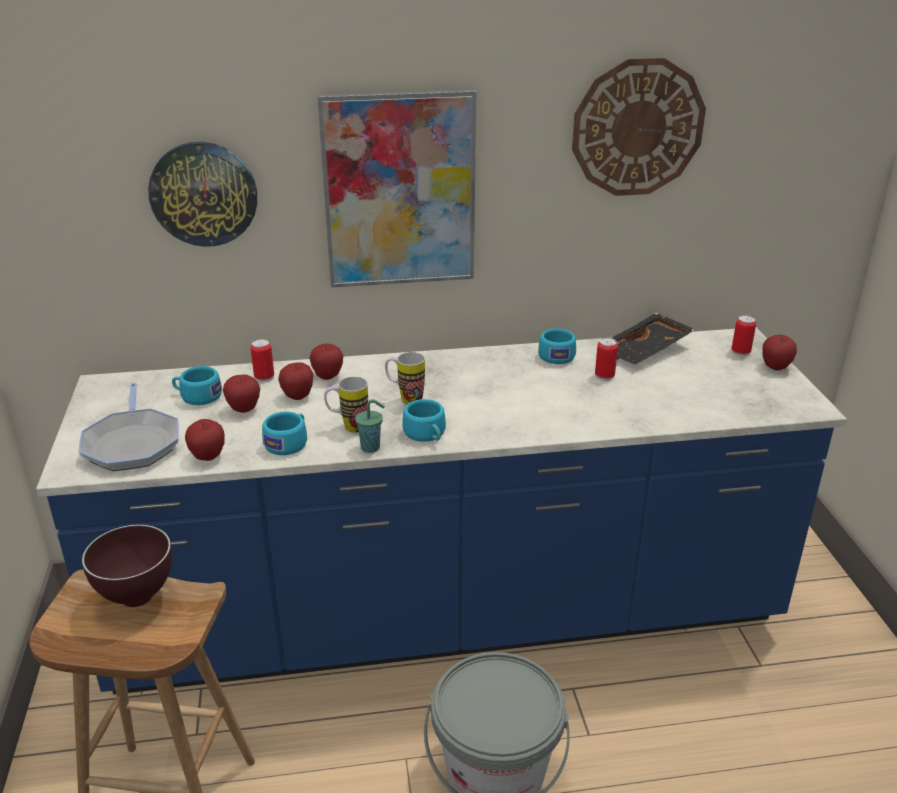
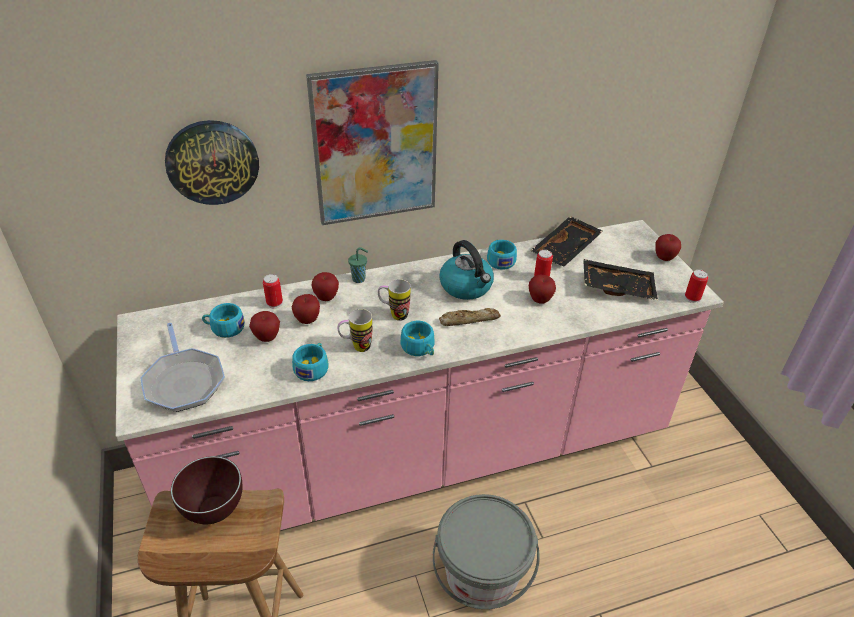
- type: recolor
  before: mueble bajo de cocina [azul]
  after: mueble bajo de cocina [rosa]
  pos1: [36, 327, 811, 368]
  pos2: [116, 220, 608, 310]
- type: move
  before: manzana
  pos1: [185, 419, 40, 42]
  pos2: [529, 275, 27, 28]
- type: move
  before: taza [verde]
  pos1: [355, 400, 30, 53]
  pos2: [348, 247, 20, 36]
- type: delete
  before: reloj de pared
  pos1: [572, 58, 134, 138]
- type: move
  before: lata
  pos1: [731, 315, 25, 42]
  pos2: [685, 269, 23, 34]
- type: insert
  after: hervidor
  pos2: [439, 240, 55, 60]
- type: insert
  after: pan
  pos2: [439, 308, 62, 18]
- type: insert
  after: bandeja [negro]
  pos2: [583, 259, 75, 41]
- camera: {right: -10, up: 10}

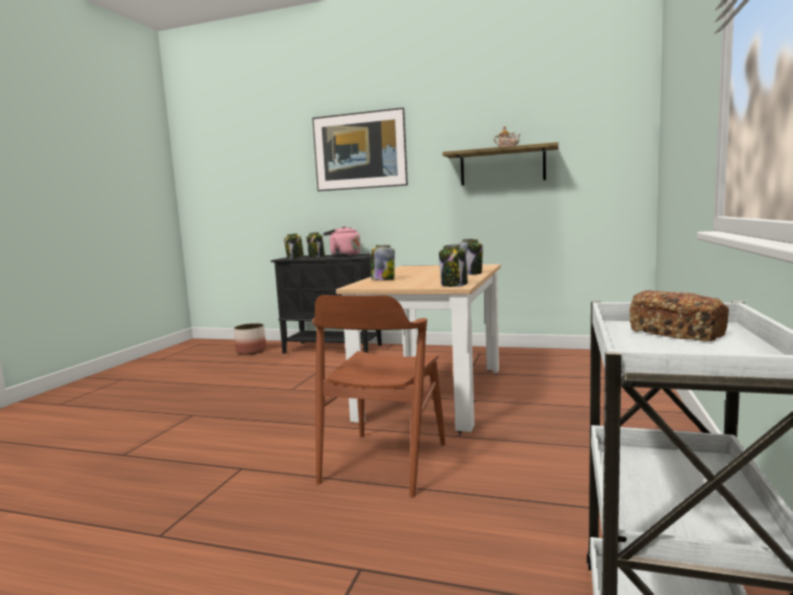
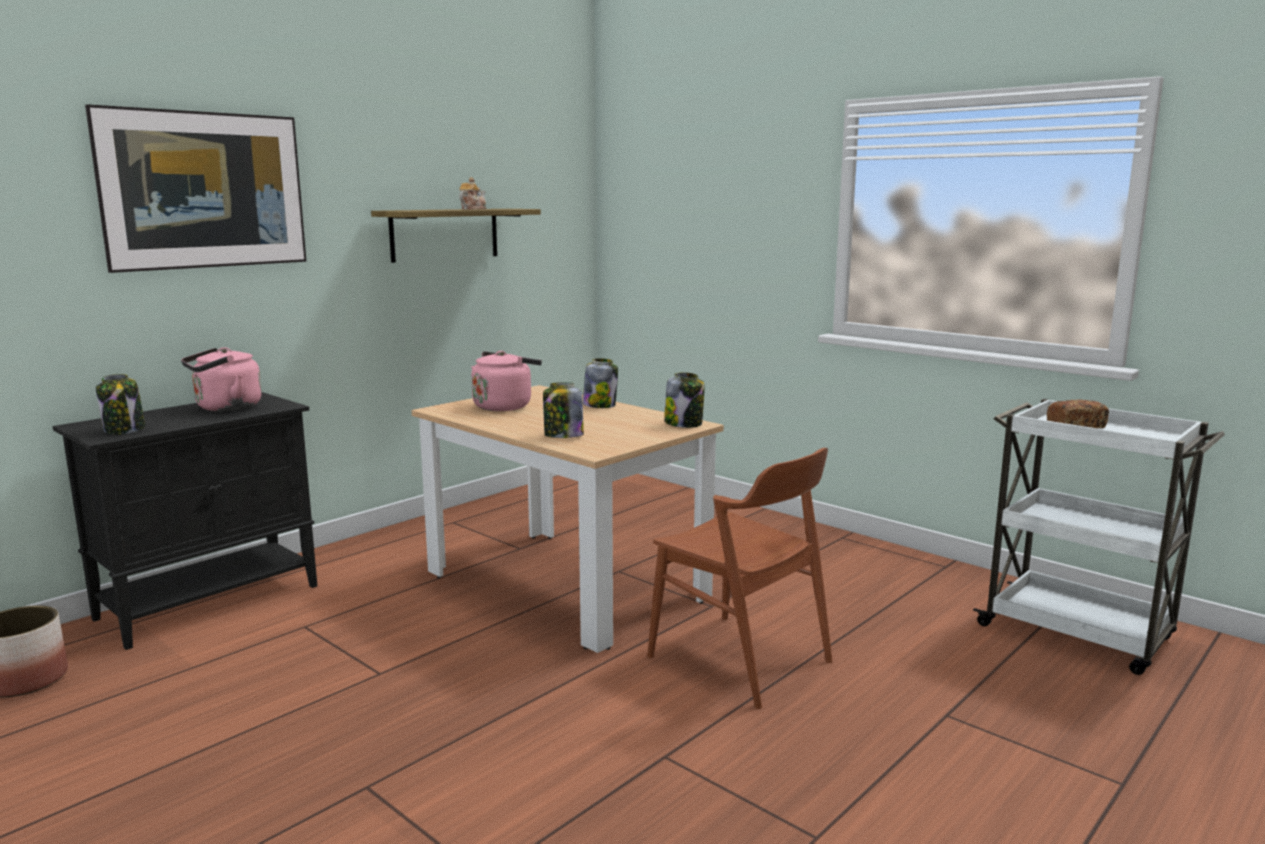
- type: delete
  before: tarro
  pos1: [307, 232, 18, 25]
- type: insert
  after: hervidor [rosa]
  pos2: [471, 351, 71, 60]
- camera: {right: -65, up: 5}

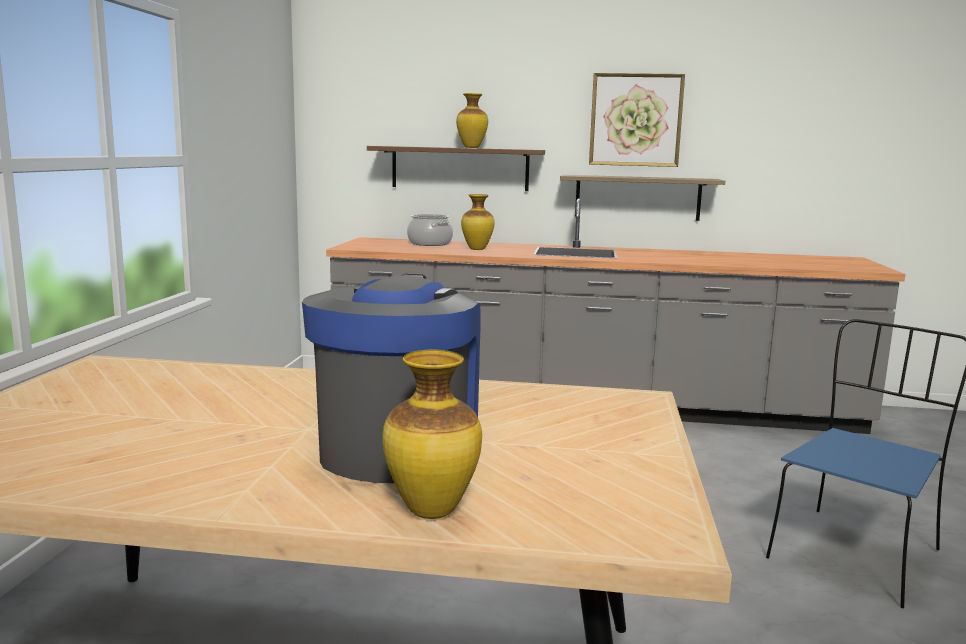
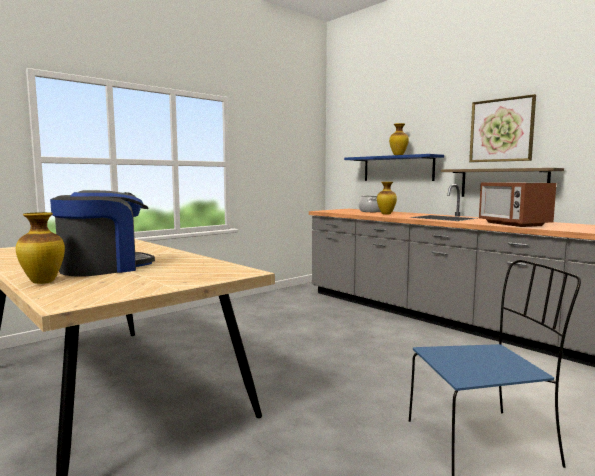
- type: recolor
  before: estante [marrón]
  after: estante [azul]
  pos1: [367, 146, 178, 45]
  pos2: [344, 154, 100, 27]
- type: insert
  after: microondas
  pos2: [479, 182, 77, 45]
- camera: {right: 40, up: -5}

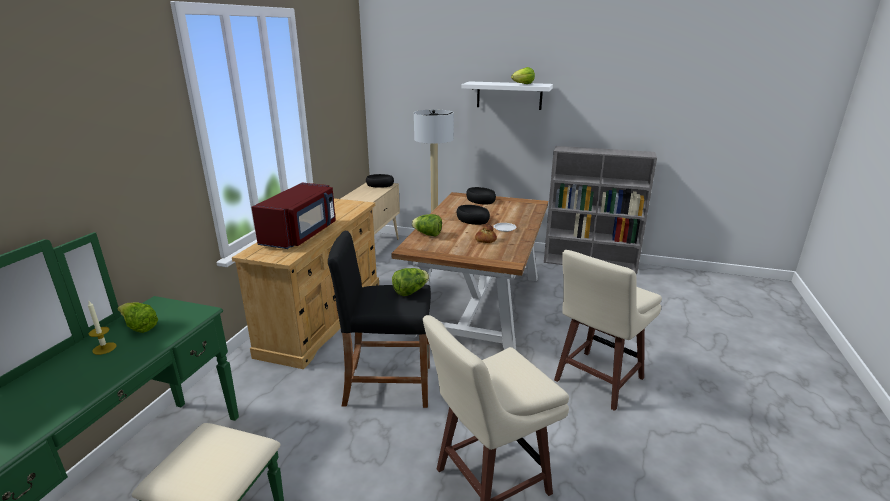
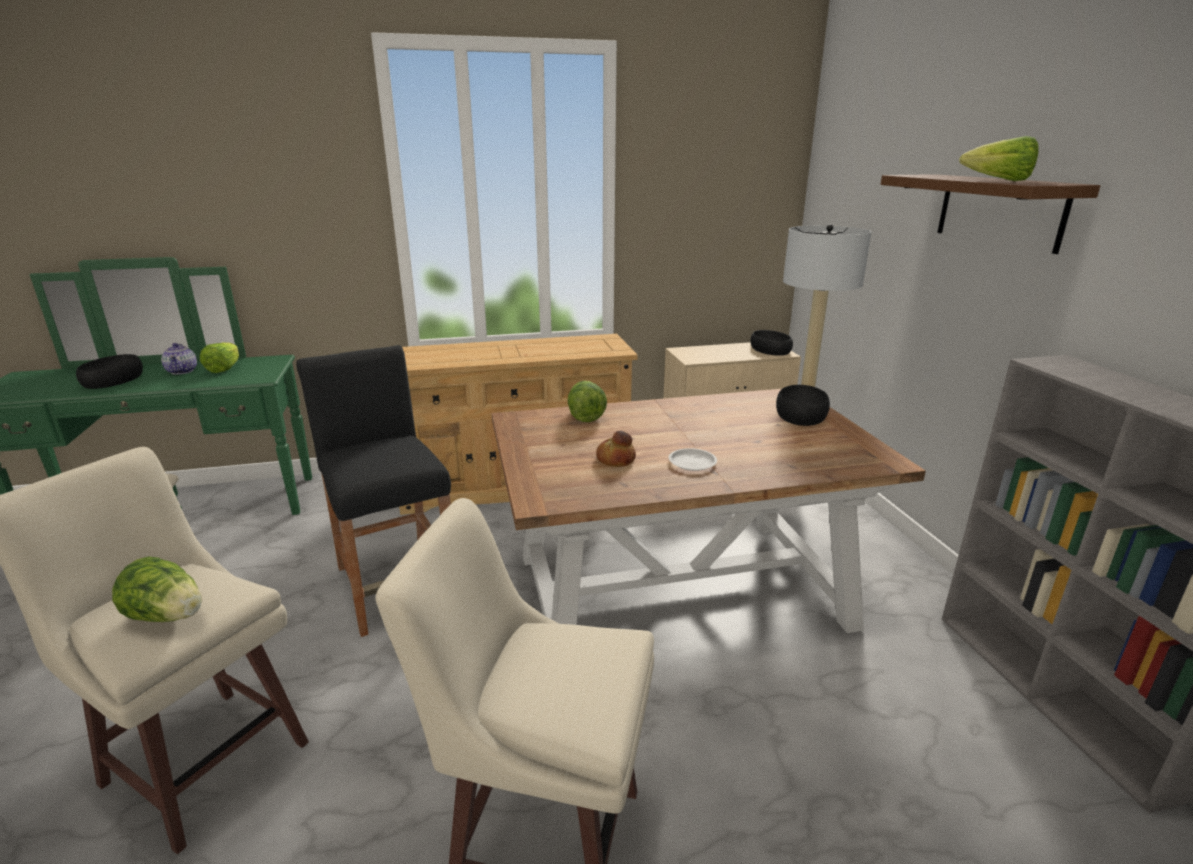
- type: replace
  before: vela
  after: tetera
  pos1: [88, 301, 29, 54]
  pos2: [161, 343, 36, 32]
- type: delete
  before: microondas [rojo]
  pos1: [252, 183, 84, 66]
- type: move
  before: lechuga
  pos1: [392, 268, 37, 28]
  pos2: [112, 556, 90, 66]
- type: move
  before: cuenco [negro]
  pos1: [457, 205, 33, 20]
  pos2: [76, 354, 67, 35]
- type: recolor
  before: estante [blanco]
  after: estante [marrón]
  pos1: [461, 81, 92, 29]
  pos2: [880, 174, 221, 80]
- camera: {right: 60, up: 0}

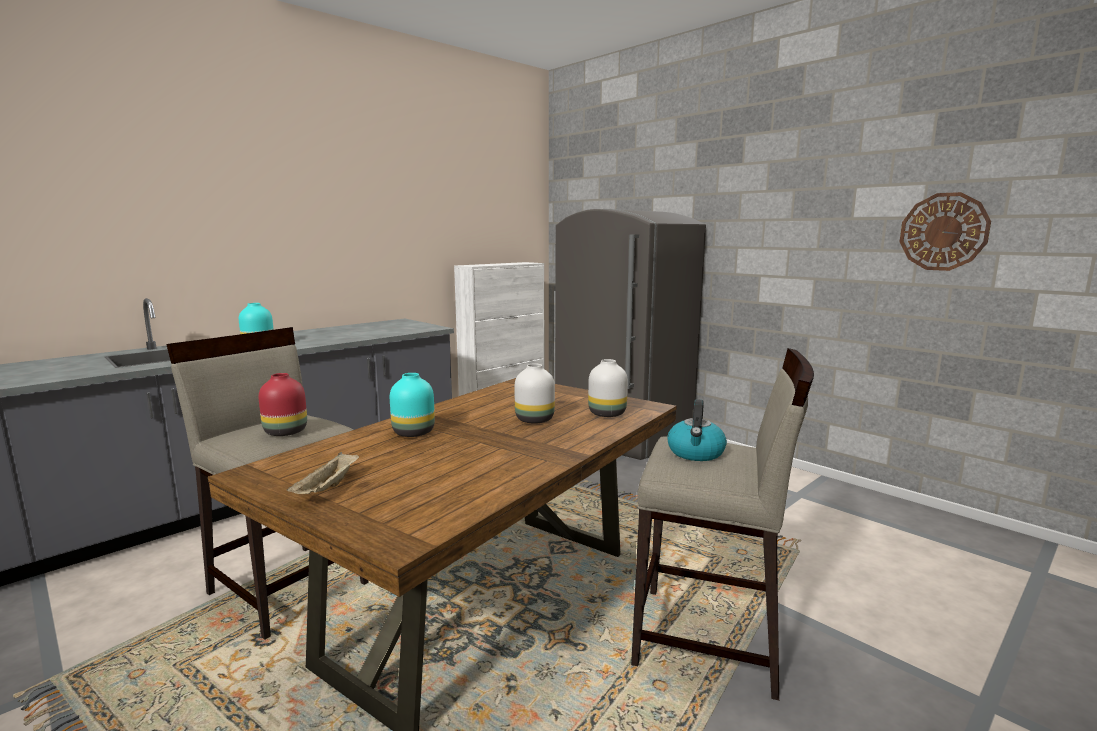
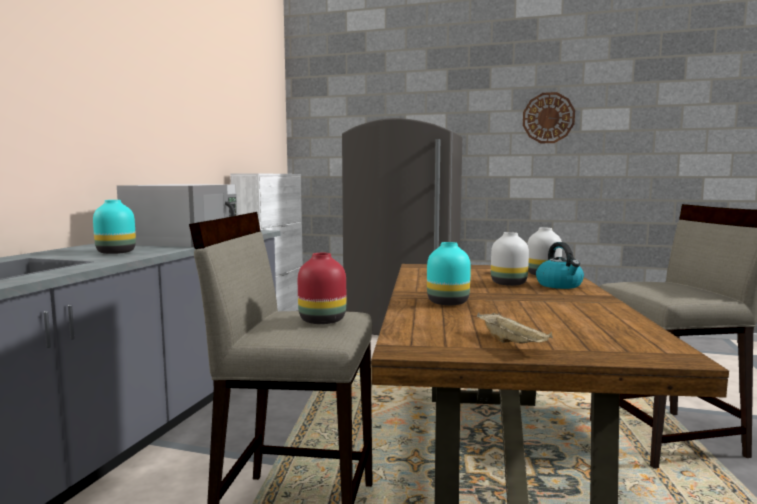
- type: move
  before: hervidor
  pos1: [667, 399, 60, 62]
  pos2: [536, 242, 48, 47]
- type: move
  before: reloj de pared
  pos1: [900, 192, 91, 79]
  pos2: [523, 92, 52, 51]
- type: insert
  after: microondas [blanco]
  pos2: [117, 184, 120, 63]
- camera: {right: -30, up: -5}

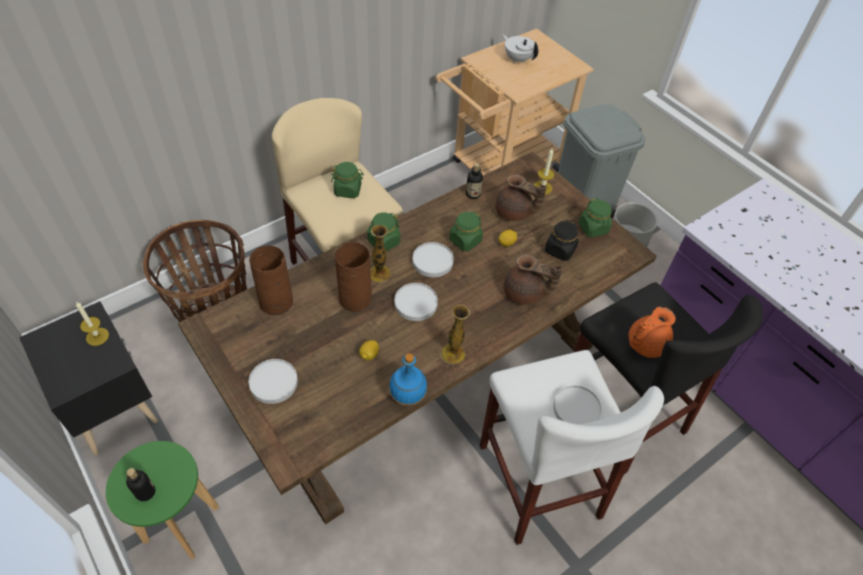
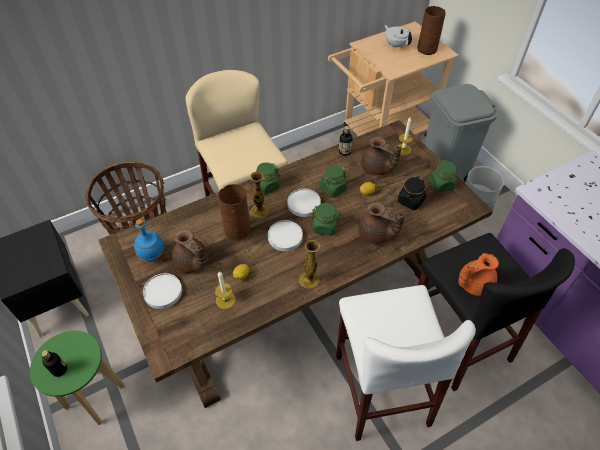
- type: move
  before: vela
  pos1: [76, 302, 33, 44]
  pos2: [215, 271, 21, 38]
- type: move
  before: florero [marrón]
  pos1: [249, 245, 44, 70]
  pos2: [417, 6, 29, 49]
- type: move
  before: tarro [verde]
  pos1: [331, 162, 33, 36]
  pos2: [310, 203, 32, 33]
- type: move
  before: botella [azul]
  pos1: [389, 353, 38, 53]
  pos2: [134, 219, 30, 42]
- type: delete
  before: plato [blanco]
  pos1: [553, 385, 49, 39]
- type: insert
  after: tetera [marrón]
  pos2: [172, 230, 36, 43]
- camera: {right: 10, up: 0}

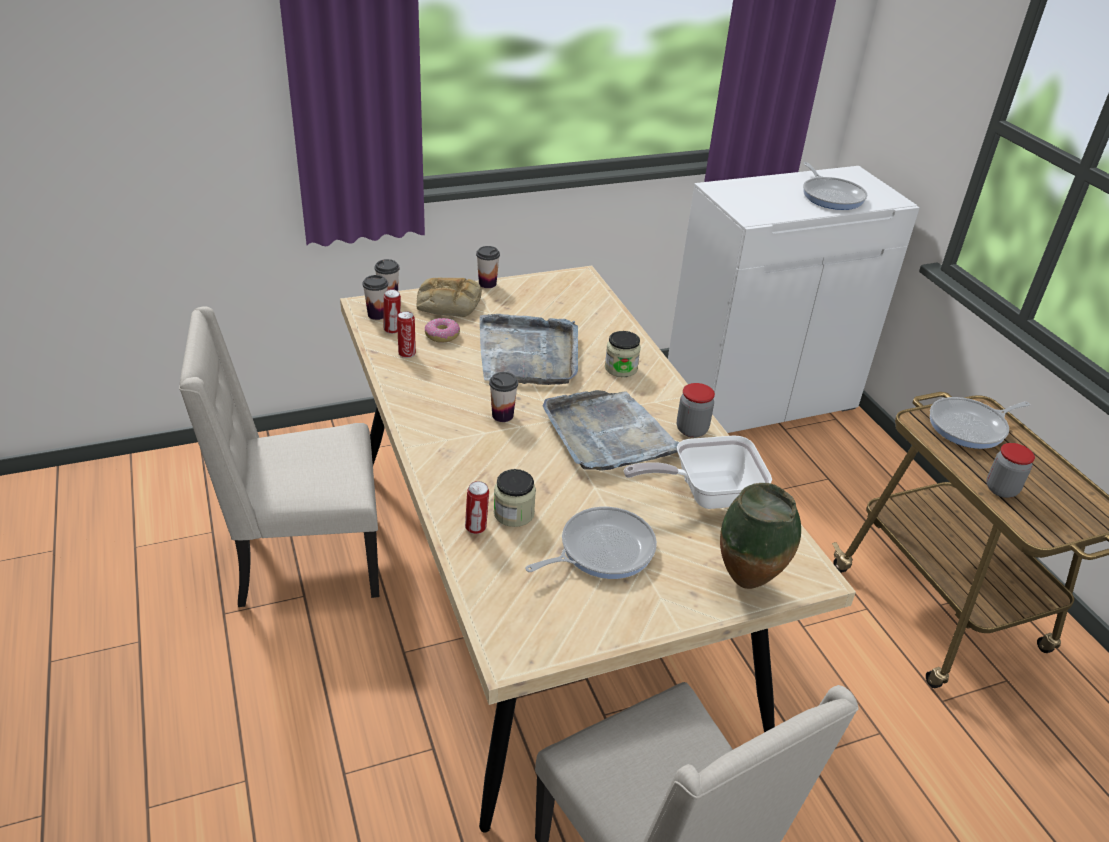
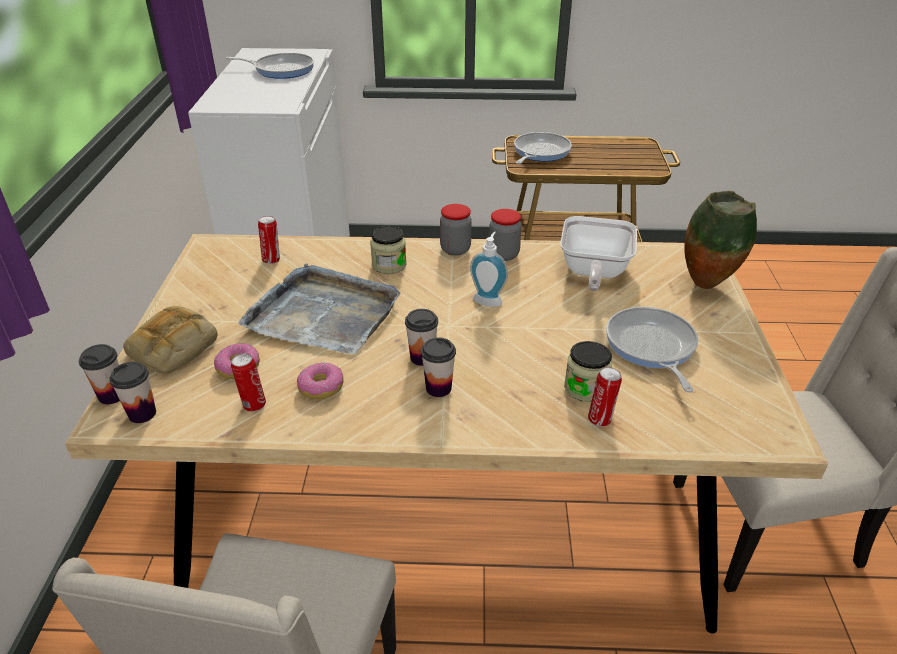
- type: move
  before: lata
  pos1: [384, 289, 17, 45]
  pos2: [258, 216, 22, 48]
- type: move
  before: taza
  pos1: [476, 246, 24, 42]
  pos2: [421, 338, 35, 59]
- type: replace
  before: bandeja [gris]
  after: dispensador de jabón
  pos1: [543, 390, 136, 81]
  pos2: [470, 232, 38, 75]
- type: rotate
  before: sartén
  pos1: [930, 397, 100, 52]
  pos2: [514, 132, 58, 32]
  turn: -150
- type: move
  before: tarro
  pos1: [986, 443, 49, 55]
  pos2: [440, 204, 32, 52]
- type: insert
  after: rosquilla
  pos2: [297, 362, 46, 37]
- camera: {right: -65, up: 0}

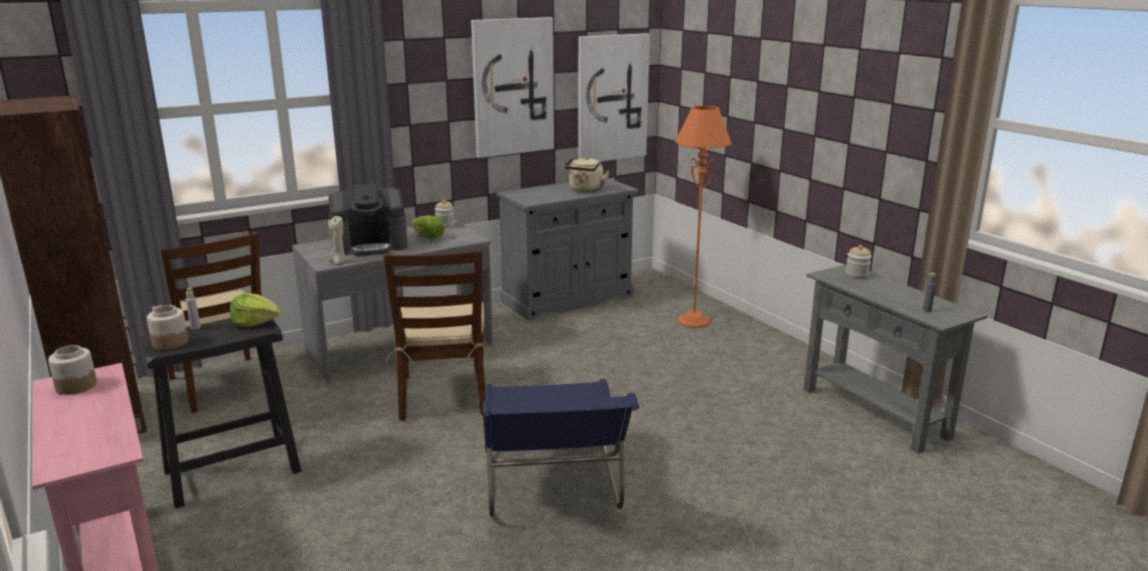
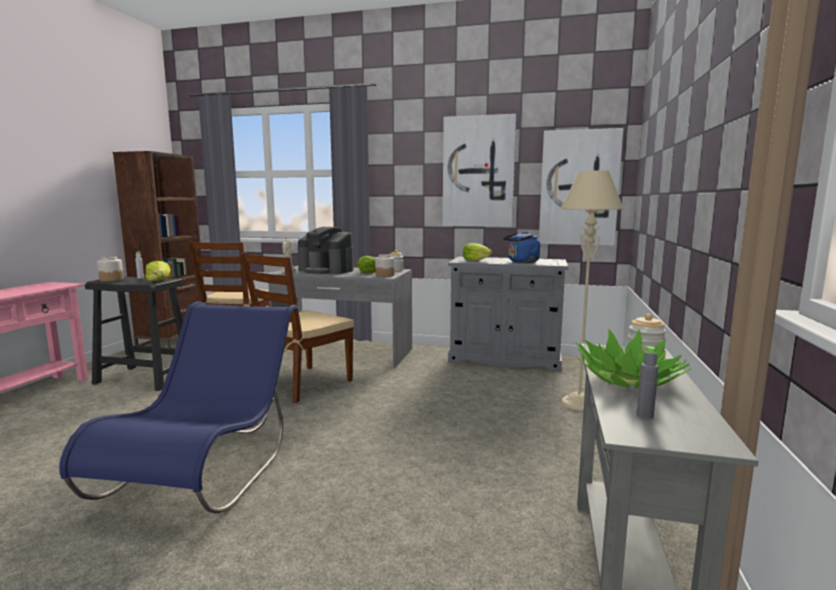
- type: move
  before: tarro
  pos1: [48, 345, 49, 50]
  pos2: [375, 254, 19, 23]
- type: rotate
  before: silla [azul]
  pos1: [482, 379, 157, 138]
  pos2: [59, 301, 239, 212]
  turn: 150
- type: recolor
  before: hervidor [beis]
  after: hervidor [azul]
  pos1: [565, 157, 44, 35]
  pos2: [503, 232, 37, 31]
- type: recolor
  before: lámpara de pie [naranja]
  after: lámpara de pie [beis]
  pos1: [675, 106, 56, 222]
  pos2: [561, 170, 63, 241]
- type: insert
  after: lechuga
  pos2: [463, 243, 29, 18]
- type: insert
  after: planta en maceta
  pos2: [576, 328, 115, 60]
- camera: {right: 45, up: -10}

